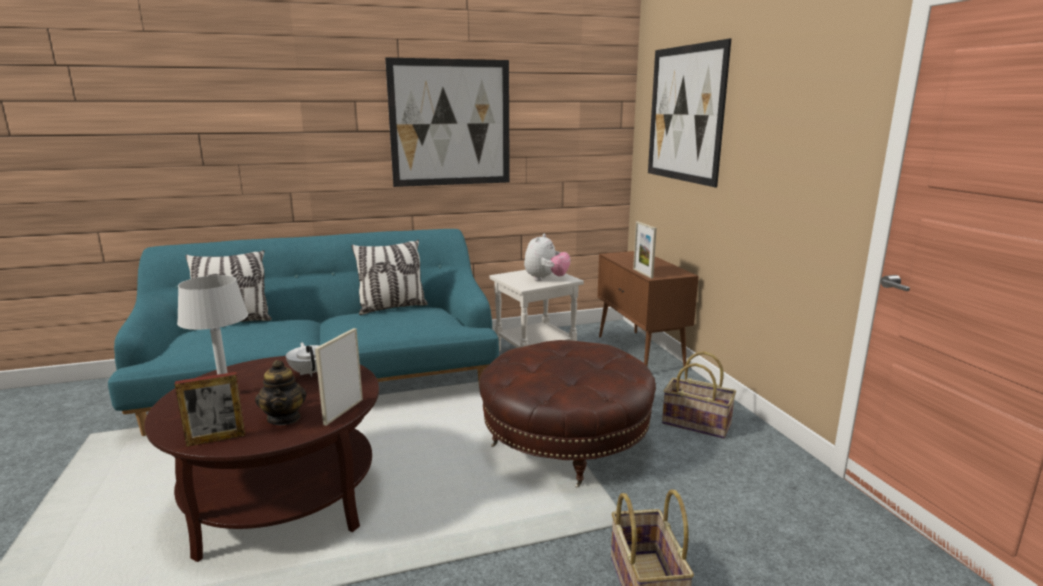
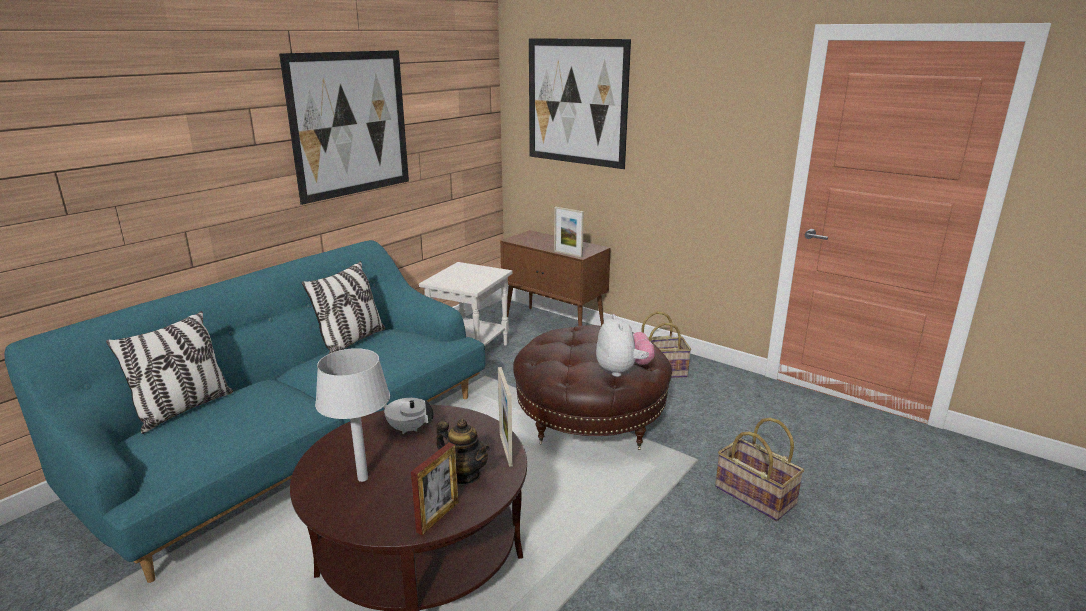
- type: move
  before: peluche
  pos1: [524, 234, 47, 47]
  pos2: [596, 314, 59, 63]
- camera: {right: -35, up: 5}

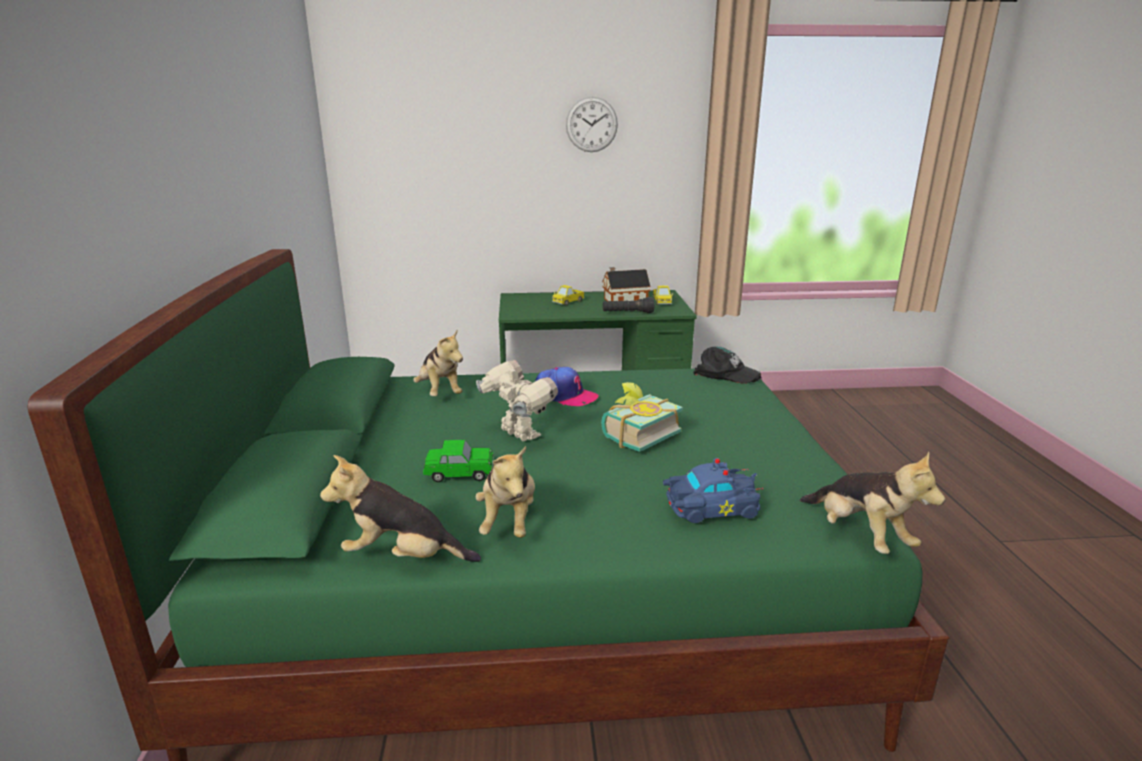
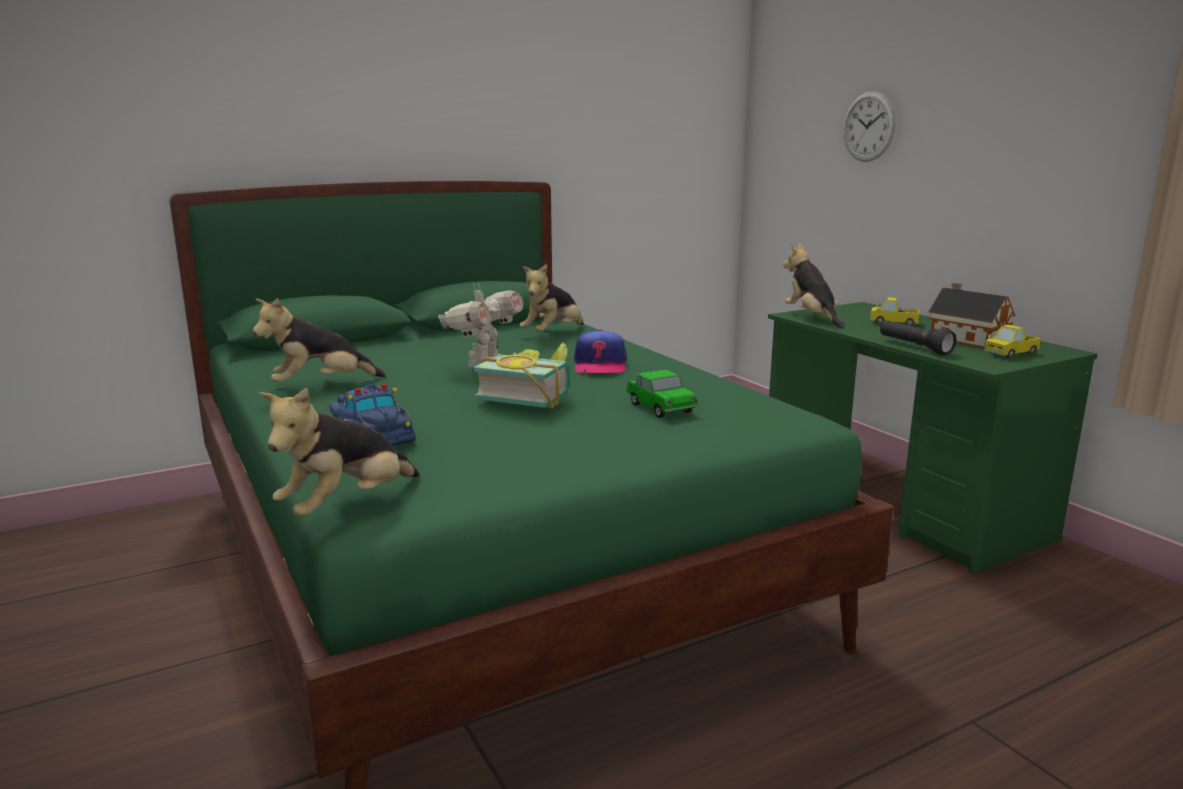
- type: move
  before: peluche
  pos1: [320, 455, 161, 107]
  pos2: [783, 243, 62, 85]
- type: move
  before: coche de juguete
  pos1: [423, 440, 71, 42]
  pos2: [626, 369, 72, 49]
- type: move
  before: reloj de pared
  pos1: [566, 97, 52, 55]
  pos2: [843, 91, 52, 71]
- type: delete
  before: gorra [negro]
  pos1: [693, 347, 68, 37]
- camera: {right: 65, up: -5}

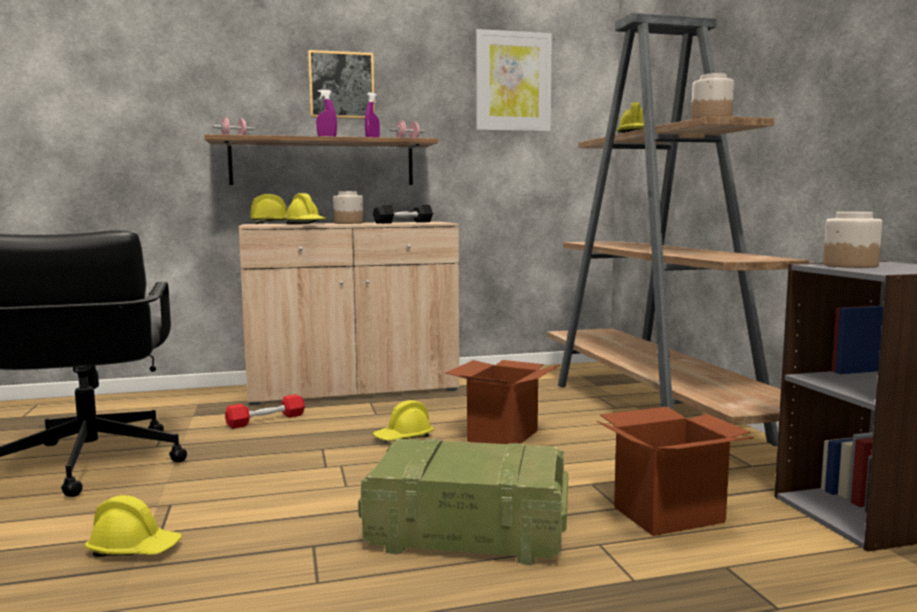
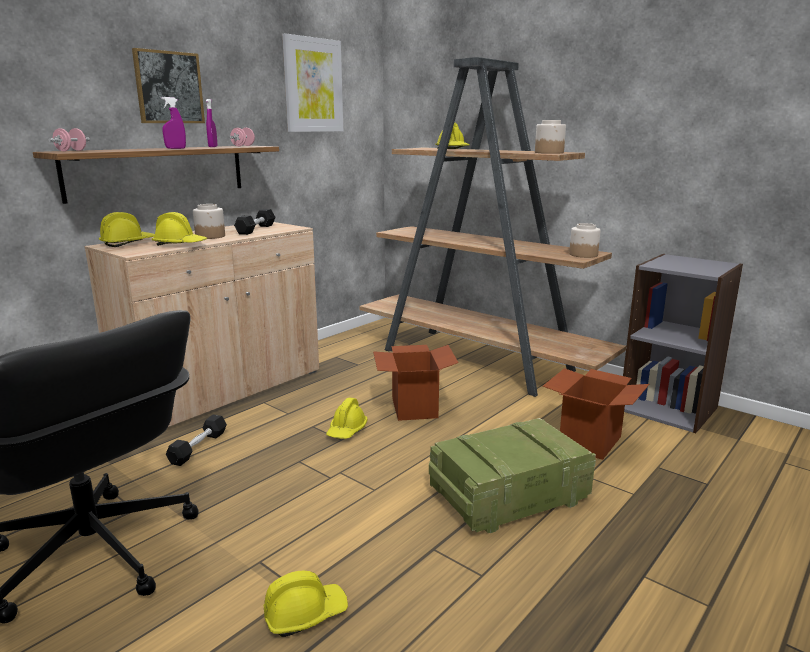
- type: recolor
  before: mancuerna [rojo]
  after: mancuerna [negro]
  pos1: [225, 394, 80, 35]
  pos2: [166, 415, 61, 51]
- type: move
  before: tarro
  pos1: [823, 212, 59, 56]
  pos2: [569, 223, 32, 35]
- camera: {right: -35, up: 10}

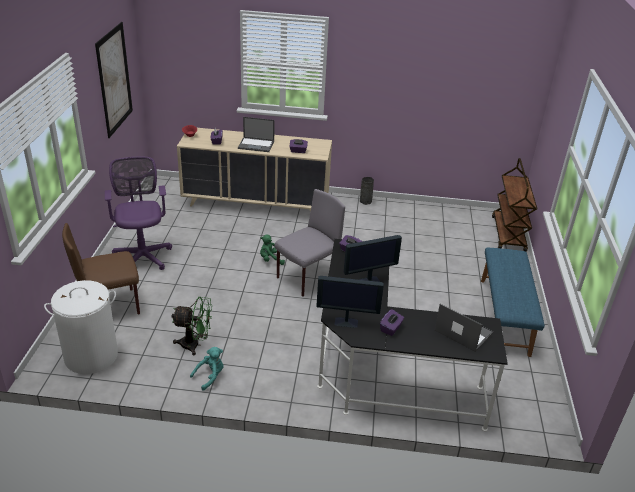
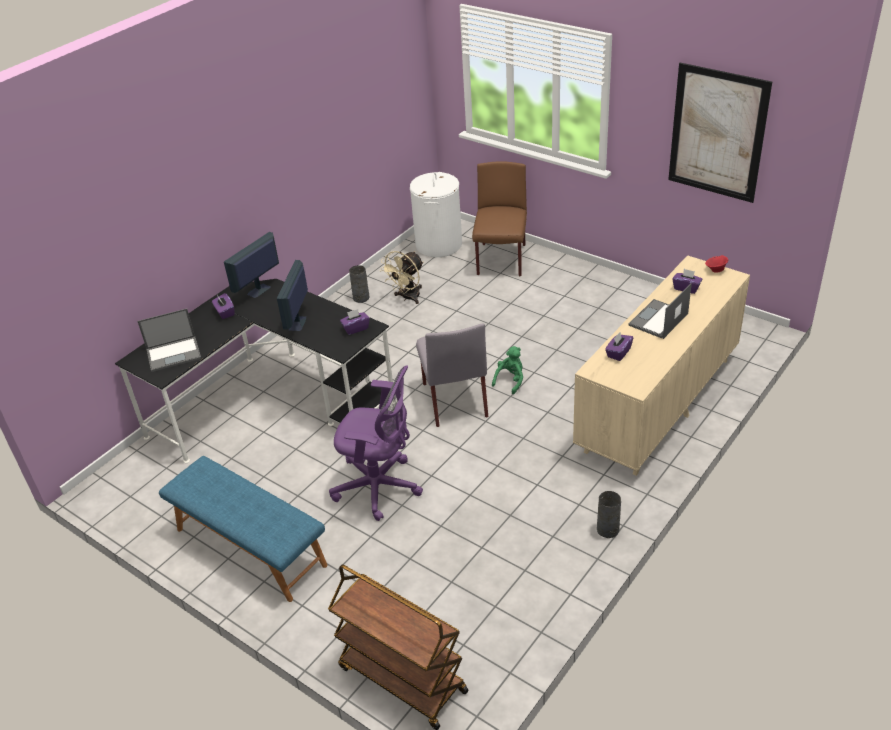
- type: move
  before: silla de oficina [morado]
  pos1: [105, 157, 67, 113]
  pos2: [329, 365, 94, 156]
- type: recolor
  before: ventilador [verde]
  after: ventilador [beis]
  pos1: [172, 296, 40, 59]
  pos2: [380, 251, 43, 53]
- type: replace
  before: peluche [turquesa]
  after: florero [gris]
  pos1: [190, 347, 34, 44]
  pos2: [349, 265, 20, 38]
- camera: {right: 125, up: 5}

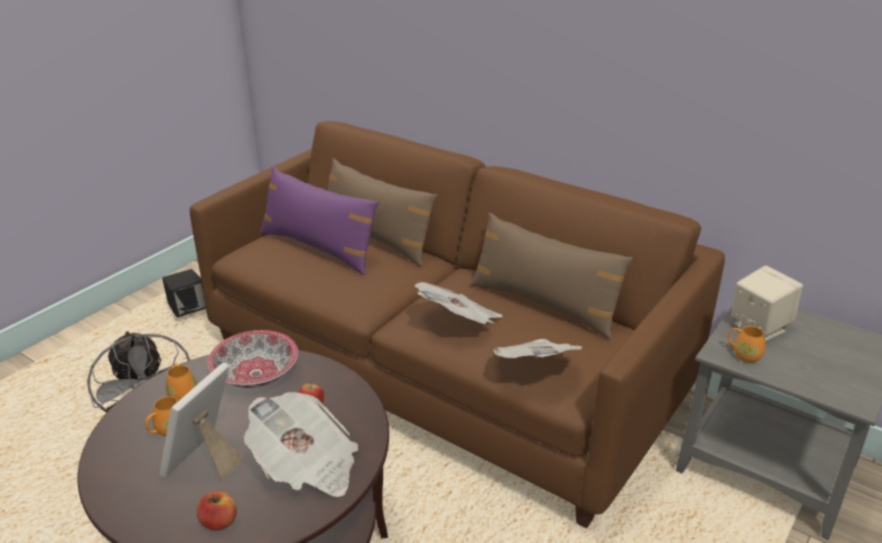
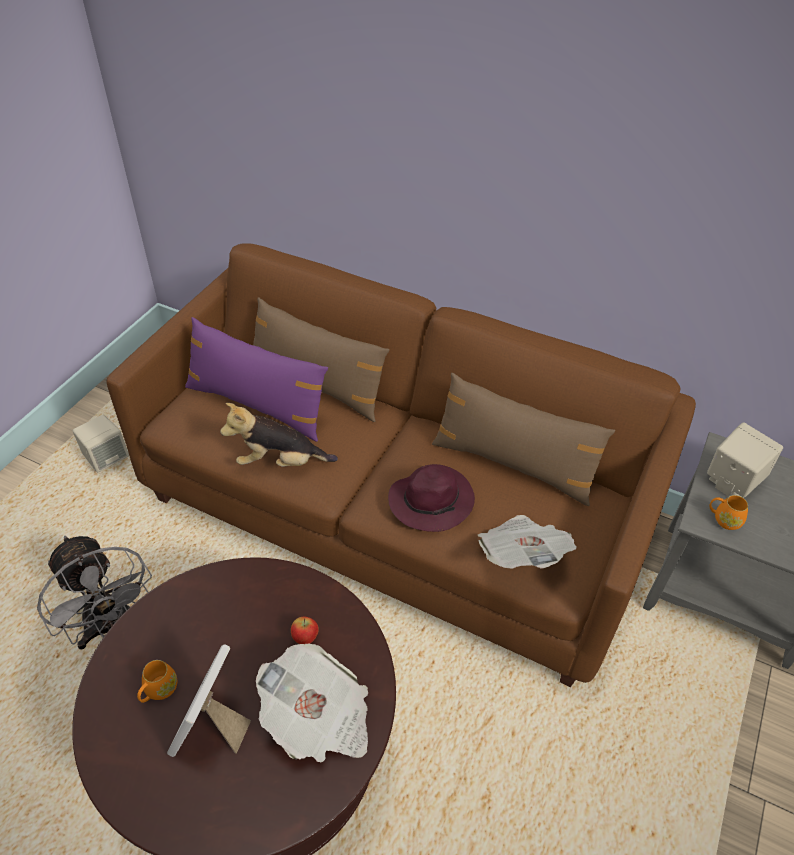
- type: recolor
  before: altavoz [negro]
  after: altavoz [beis]
  pos1: [162, 269, 44, 48]
  pos2: [73, 415, 56, 57]
- type: delete
  before: taza grande [naranja]
  pos1: [166, 364, 31, 37]
- type: delete
  before: manzana
  pos1: [197, 491, 40, 40]
- type: delete
  before: cuenco
  pos1: [208, 330, 90, 58]
- type: replace
  before: periódico
  after: sombrero [morado]
  pos1: [414, 282, 89, 42]
  pos2: [388, 464, 87, 68]
- type: insert
  after: peluche
  pos2: [220, 403, 118, 64]
- camera: {right: -10, up: 15}

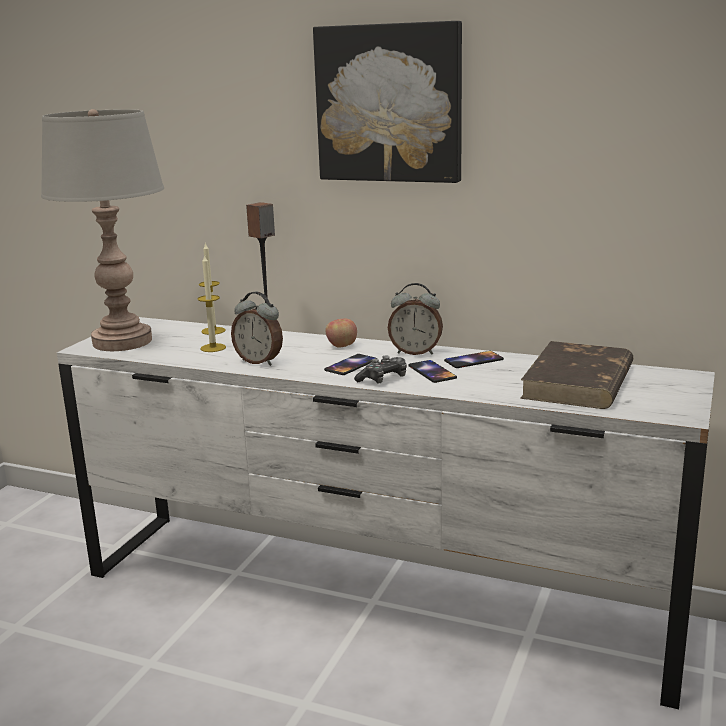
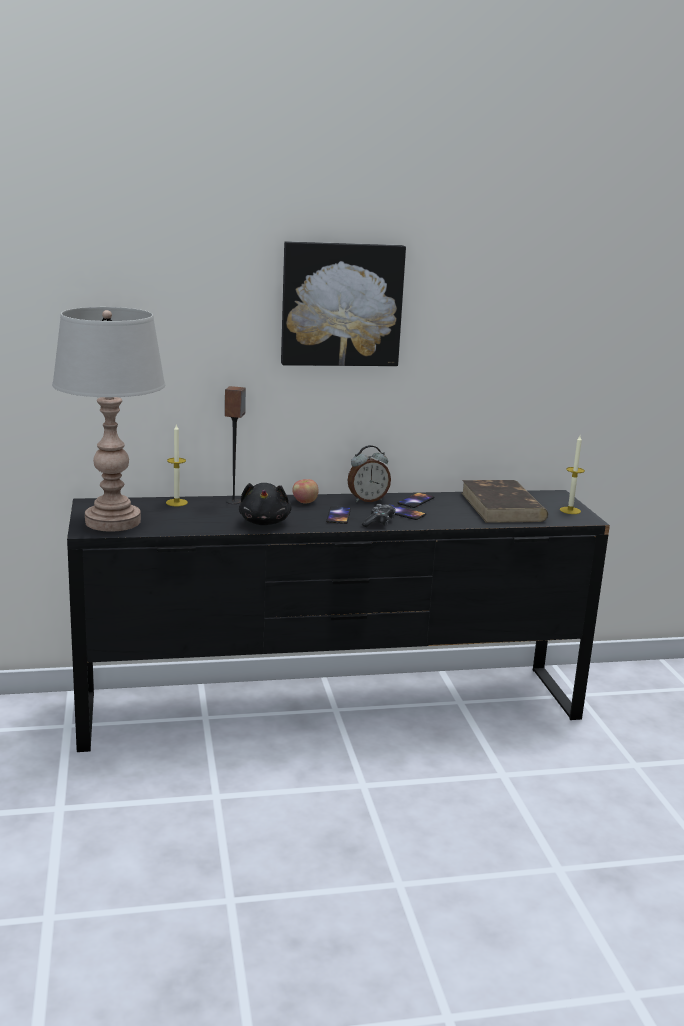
- type: recolor
  before: cómoda [blanco]
  after: cómoda [negro]
  pos1: [57, 317, 658, 392]
  pos2: [67, 490, 543, 262]
- type: move
  before: vela
  pos1: [197, 254, 29, 98]
  pos2: [560, 436, 25, 78]
- type: replace
  before: despertador
  after: peluche [negro]
  pos1: [231, 292, 52, 74]
  pos2: [239, 483, 53, 42]
- camera: {right: -35, up: 0}

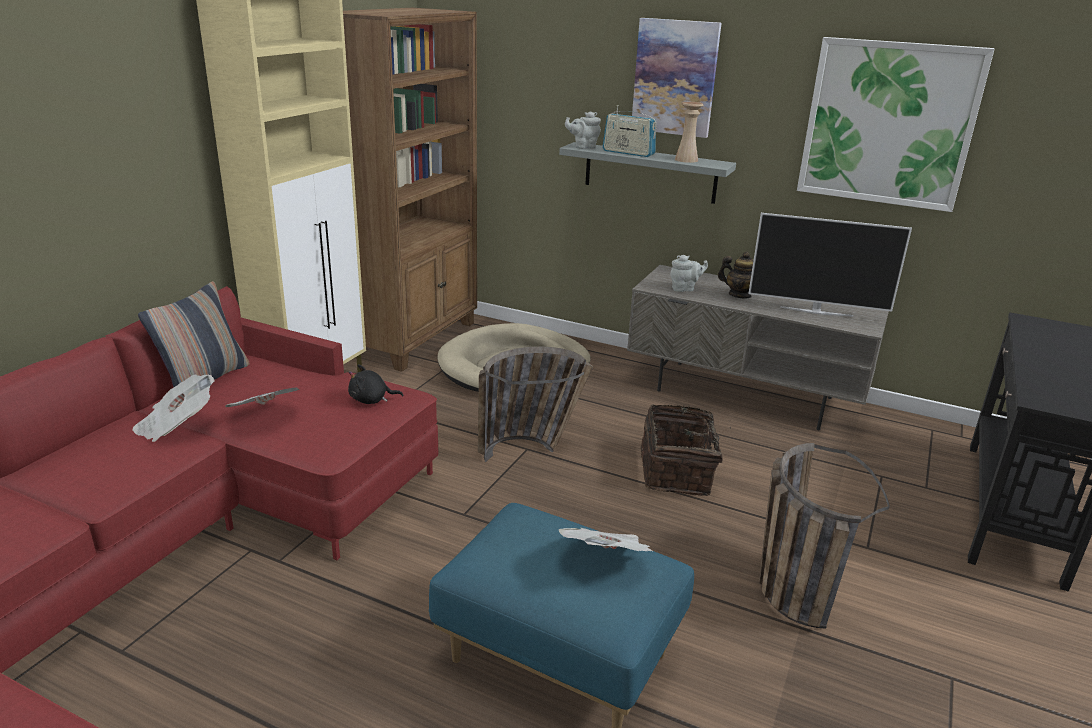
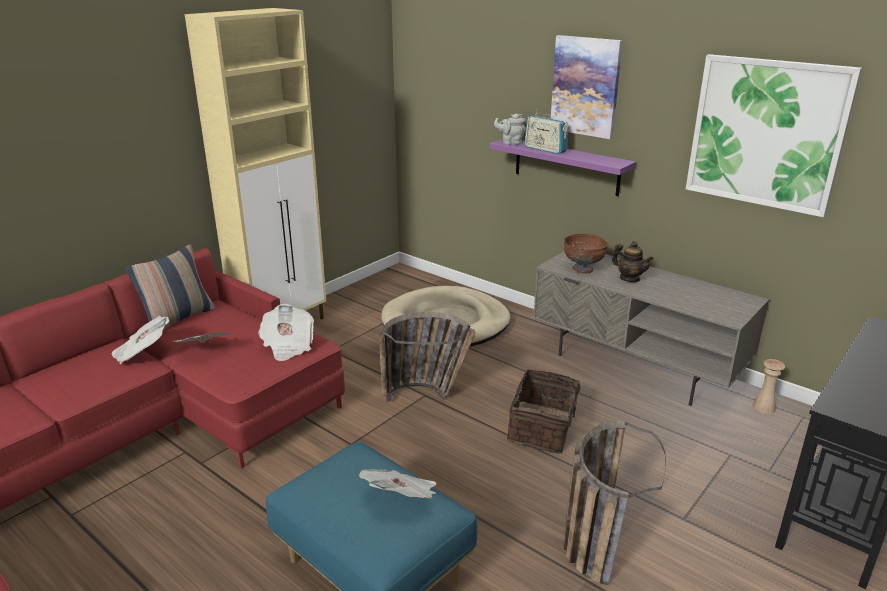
- type: delete
  before: estantería [marrón]
  pos1: [343, 8, 134, 364]
- type: replace
  before: peluche [negro]
  after: periódico
  pos1: [348, 364, 55, 40]
  pos2: [258, 304, 56, 57]
- type: recolor
  before: estante [gris]
  after: estante [morado]
  pos1: [559, 142, 177, 62]
  pos2: [490, 139, 146, 57]
- type: replace
  before: tetera [gris]
  after: cuenco [marrón]
  pos1: [670, 255, 38, 37]
  pos2: [564, 234, 44, 40]
- type: move
  before: florero [beis]
  pos1: [675, 102, 28, 61]
  pos2: [752, 359, 33, 55]
- type: delete
  before: televisor
  pos1: [748, 213, 164, 104]
- camera: {right: 15, up: 0}

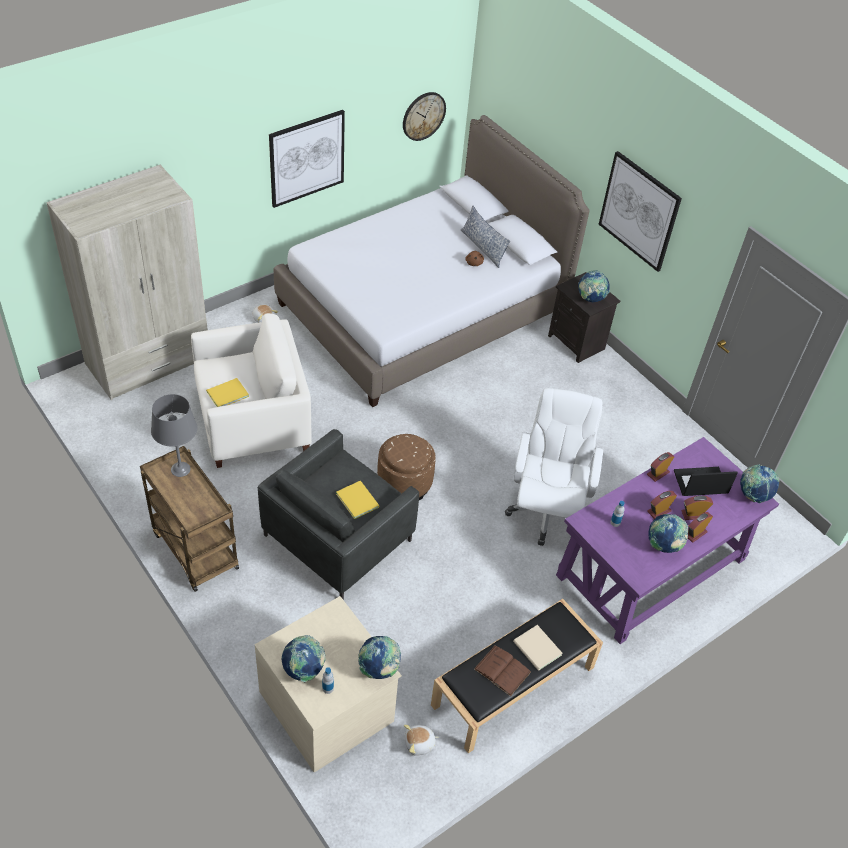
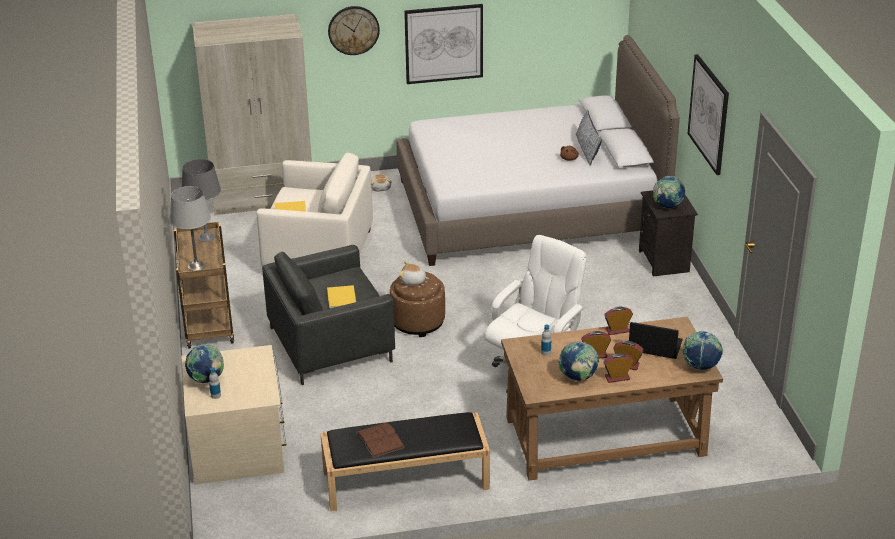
- type: delete
  before: globo terráqueo
  pos1: [358, 636, 43, 43]
- type: move
  before: reloj de pared
  pos1: [403, 92, 43, 49]
  pos2: [328, 6, 52, 49]
- type: move
  before: peluche
  pos1: [404, 725, 35, 31]
  pos2: [399, 261, 30, 24]
- type: delete
  before: libro [beis]
  pos1: [513, 625, 50, 46]
- type: recolor
  before: escritorio [morado]
  after: escritorio [marrón]
  pos1: [556, 437, 223, 207]
  pos2: [501, 317, 222, 163]
- type: insert
  after: lámpara de mesa [gris]
  pos2: [170, 186, 41, 85]
- camera: {right: 30, up: -15}

